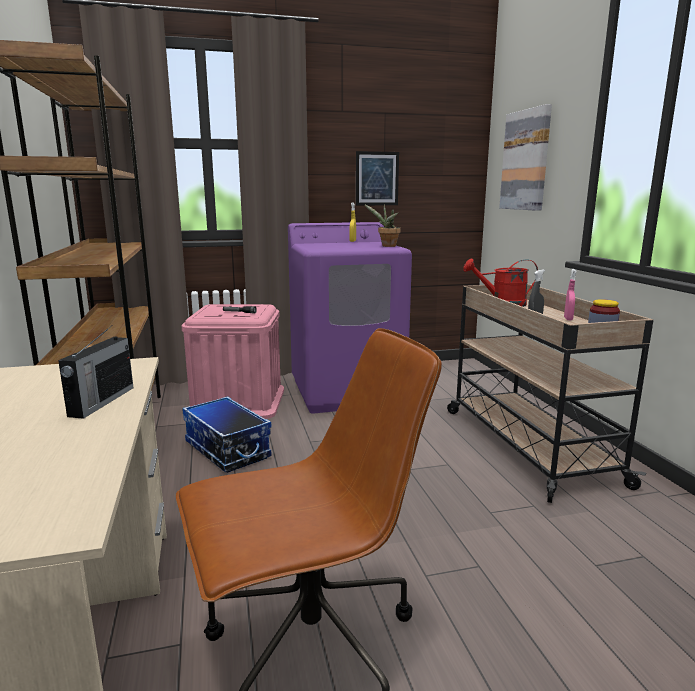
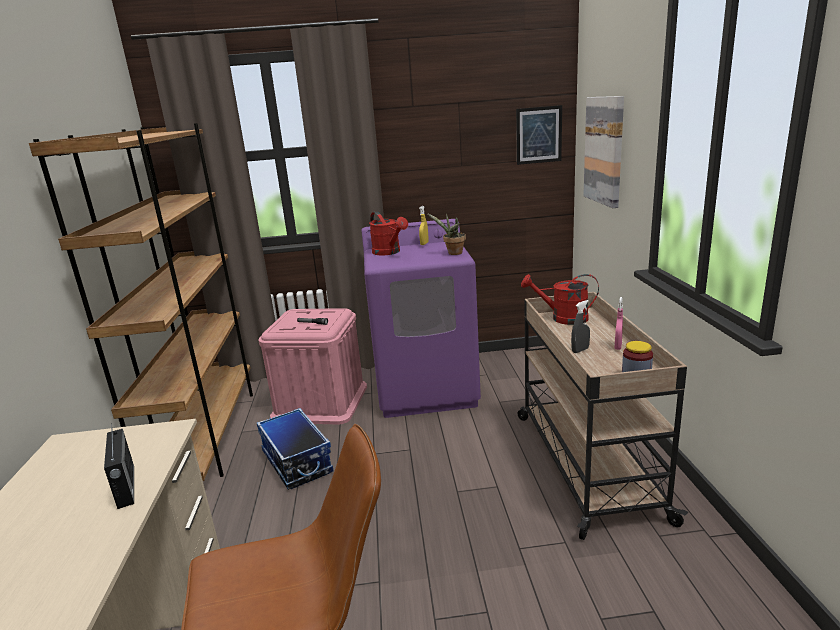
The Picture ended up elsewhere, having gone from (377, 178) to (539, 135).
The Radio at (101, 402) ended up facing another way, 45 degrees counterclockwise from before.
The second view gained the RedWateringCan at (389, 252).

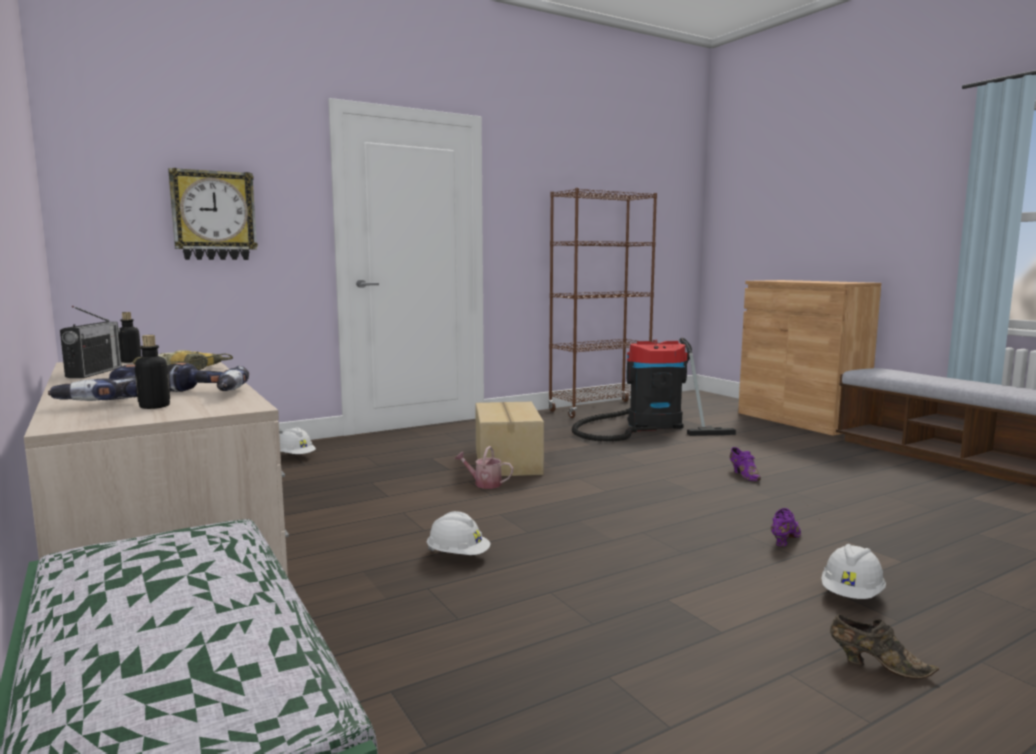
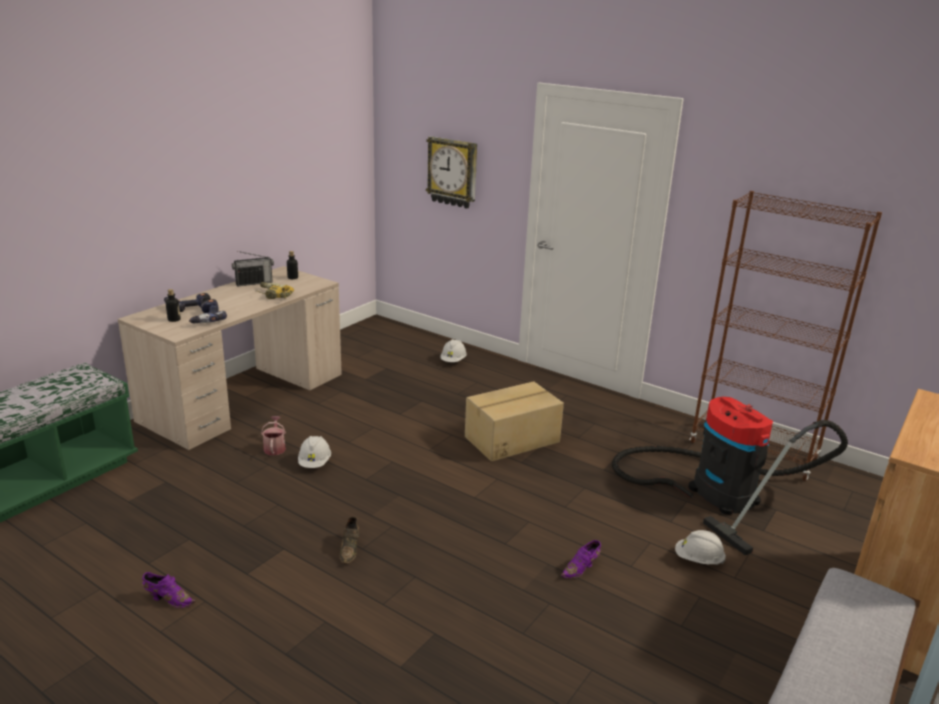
The WateringCan ended up elsewhere, having gone from (484, 484) to (275, 447).
The PurpleShoe ended up elsewhere, having gone from (784, 540) to (168, 599).
The WhiteHardHat ended up elsewhere, having gone from (851, 595) to (698, 560).
The BrownShoe ended up elsewhere, having gone from (876, 665) to (350, 549).

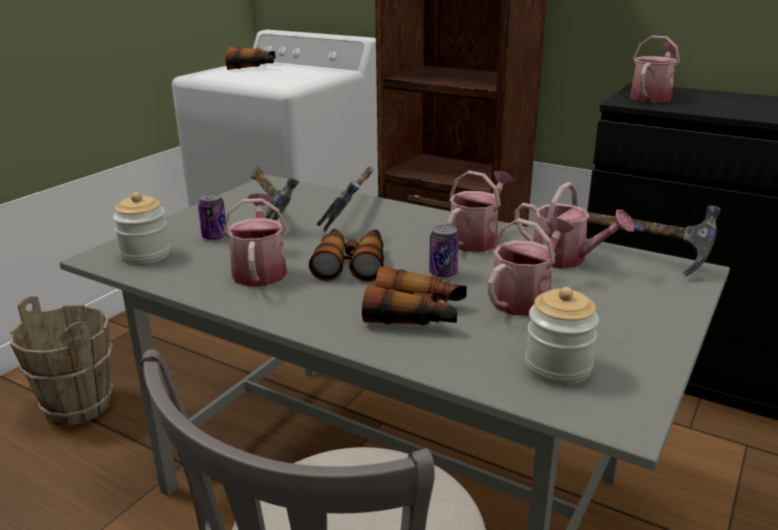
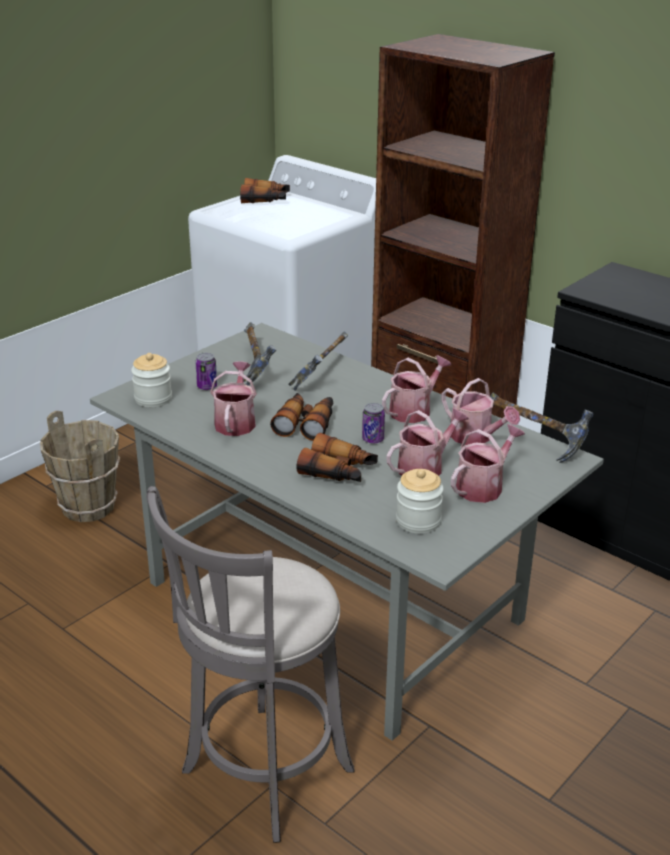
The WateringCan ended up elsewhere, having gone from (652, 96) to (483, 486).

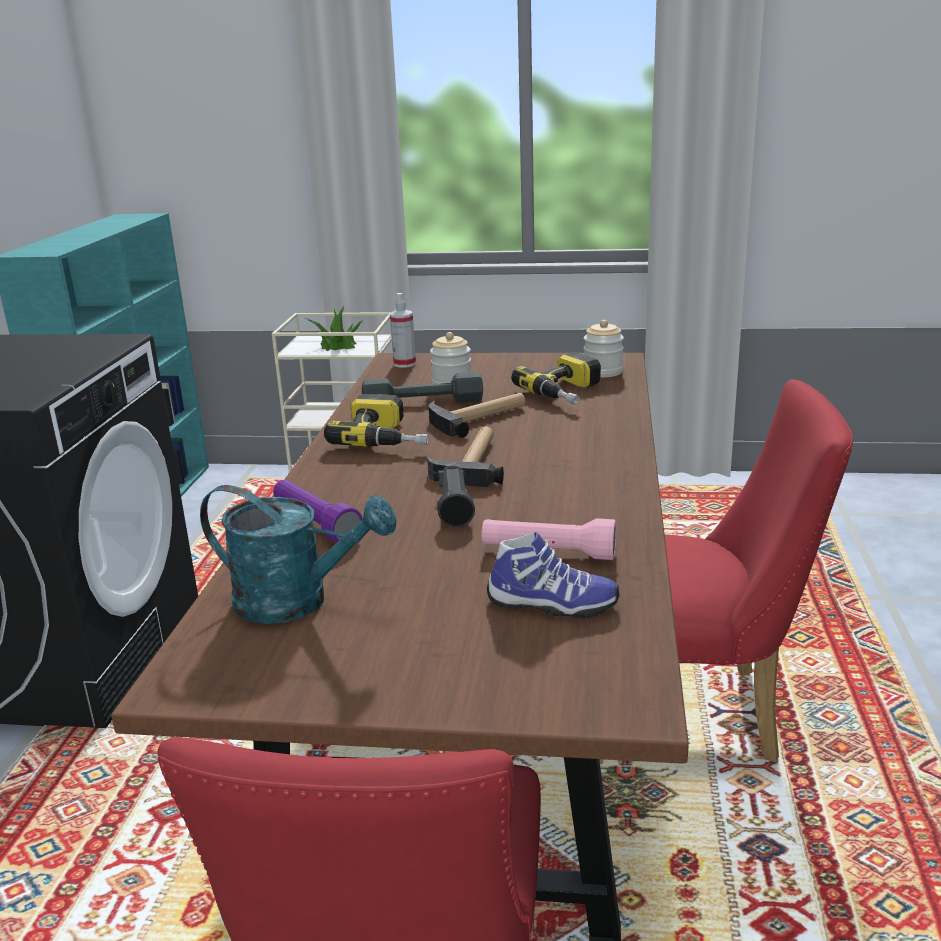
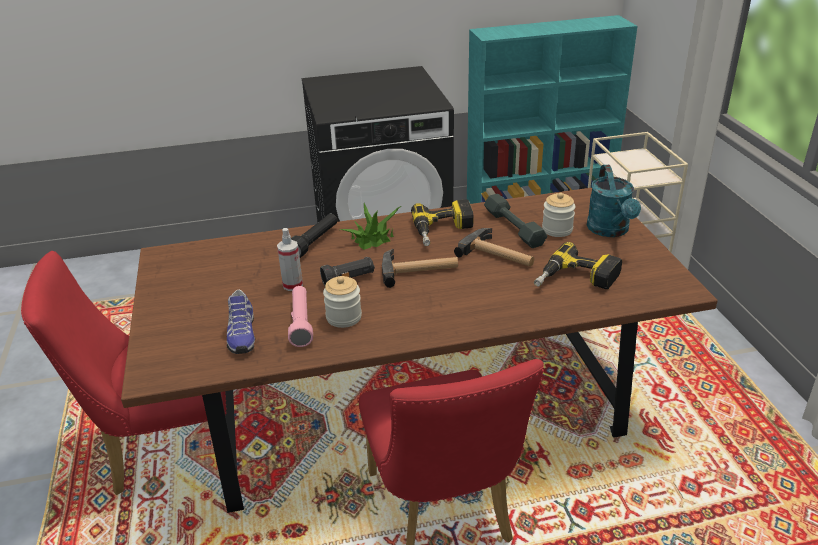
The SprayBottle ended up elsewhere, having gone from (404, 364) to (292, 285).
The PottedPlant ended up elsewhere, having gone from (338, 344) to (372, 238).
The Jar ended up elsewhere, having gone from (603, 372) to (344, 317).
What was the PurpleFlashlight at (315, 524) turned into the BlackFlashlight at (314, 242).
The TurquoiseWateringCan ended up elsewhere, having gone from (297, 602) to (610, 231).

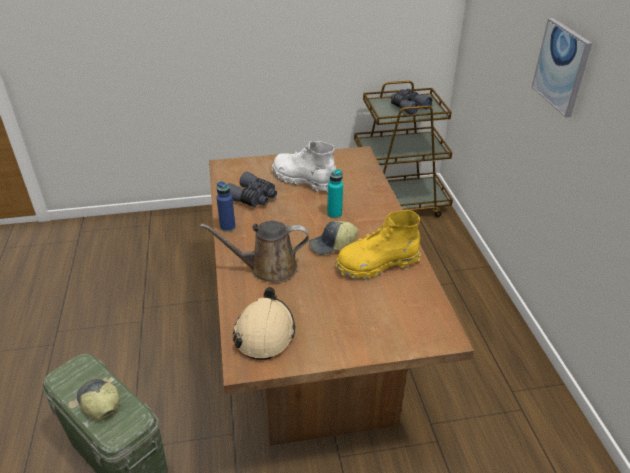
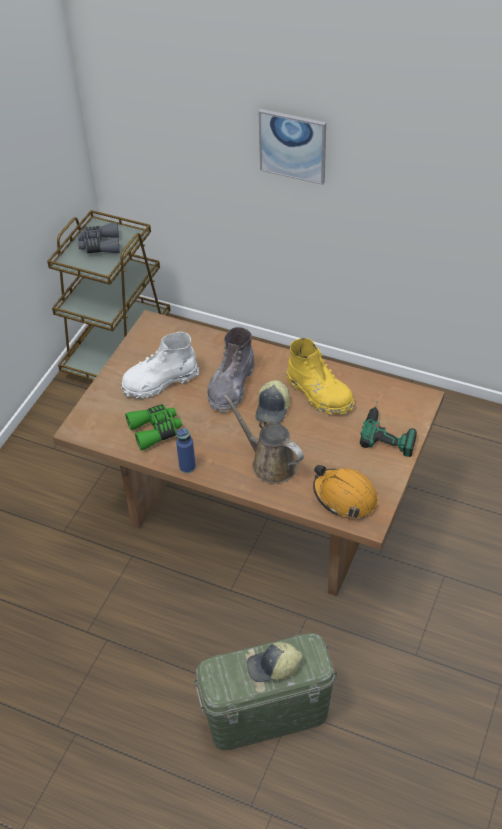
Where the TurquoiseBottle stood at (334, 214), the GreyBoot came to stand at (231, 386).
What was the GreyBinoculars at (253, 198) turned into the GreenBinoculars at (155, 430).
The YellowBoot at (377, 264) ended up facing another way, 60 degrees counterclockwise from before.
The BrownWateringCan at (268, 268) ended up facing another way, 105 degrees clockwise from before.
What was the BeigeHardHat at (264, 332) turned into the OrangeHardHat at (345, 497).
The second view gained the PowerDrill at (390, 429).

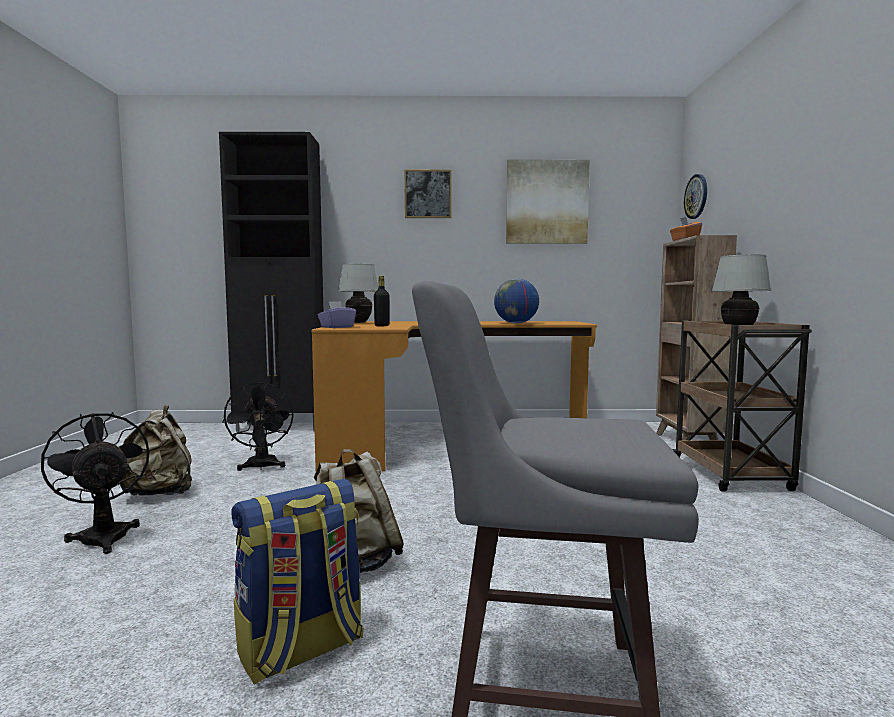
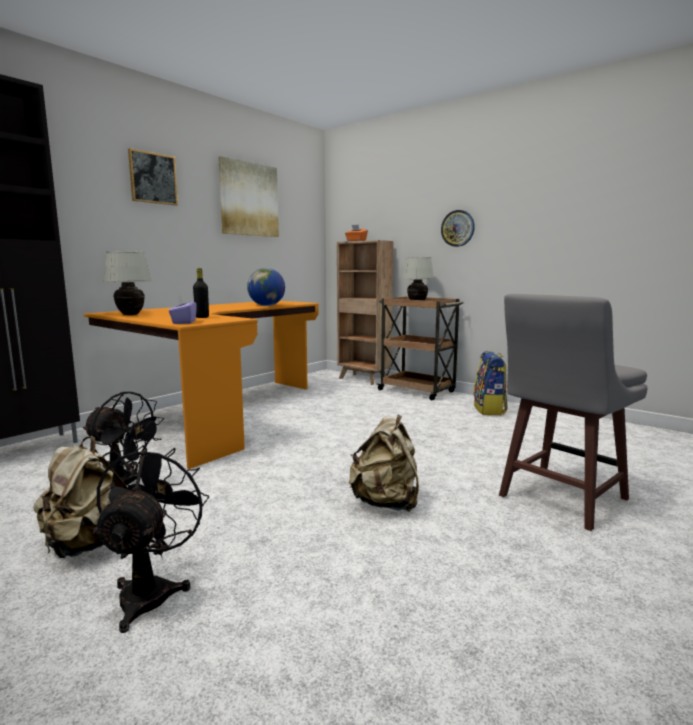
The WallClock ended up elsewhere, having gone from (696, 196) to (458, 228).
The BlackFan at (103, 535) ended up facing another way, 90 degrees clockwise from before.
The Backpack ended up elsewhere, having gone from (301, 650) to (489, 410).

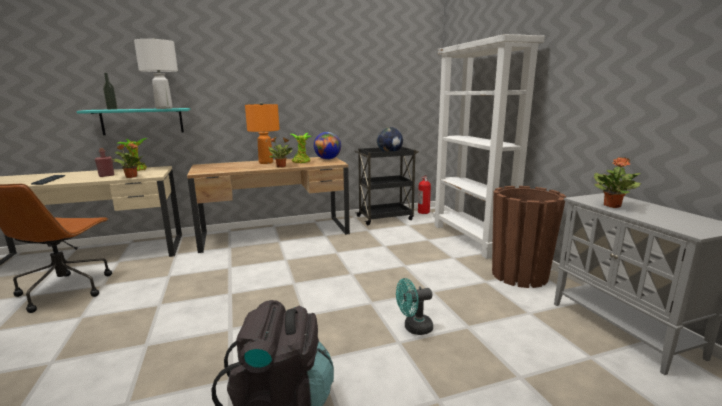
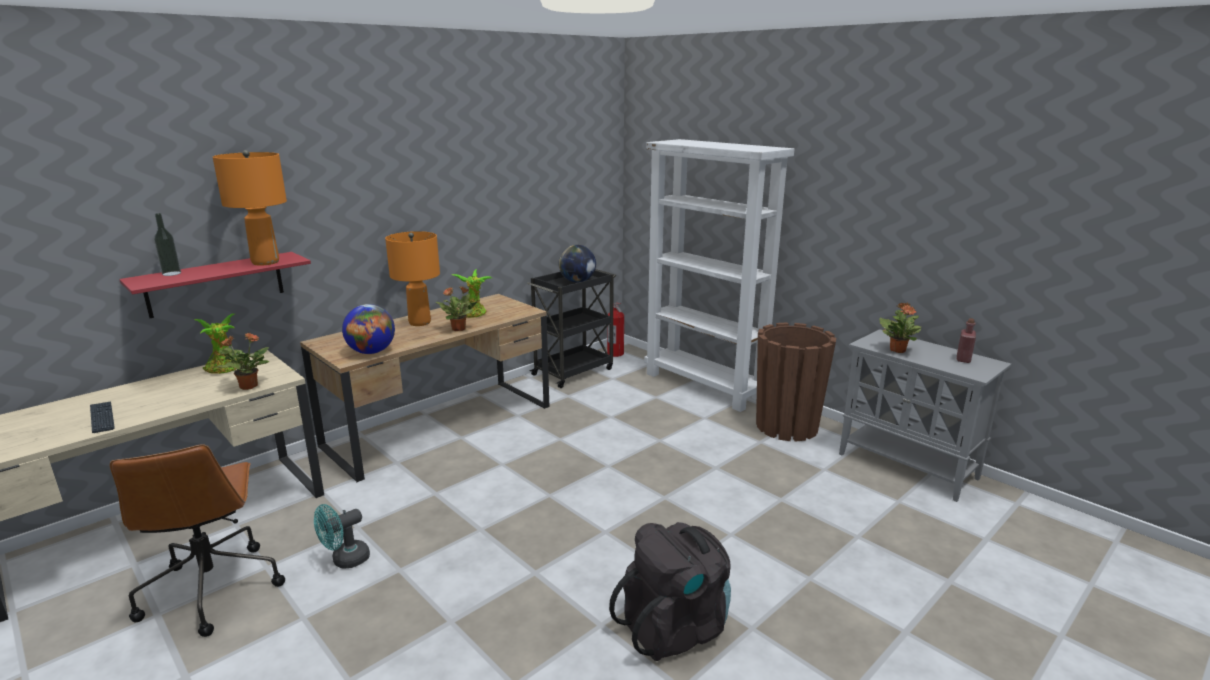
What was the WhiteTableLamp at (164, 108) turned into the OrangeTableLamp at (265, 262).
What was the TurquoiseShelf at (142, 121) turned into the RedShelf at (216, 284).
The Globe ended up elsewhere, having gone from (327, 159) to (371, 352).
The RedBottle ended up elsewhere, having gone from (106, 175) to (963, 359).
The TurquoiseFan ended up elsewhere, having gone from (414, 328) to (345, 560).

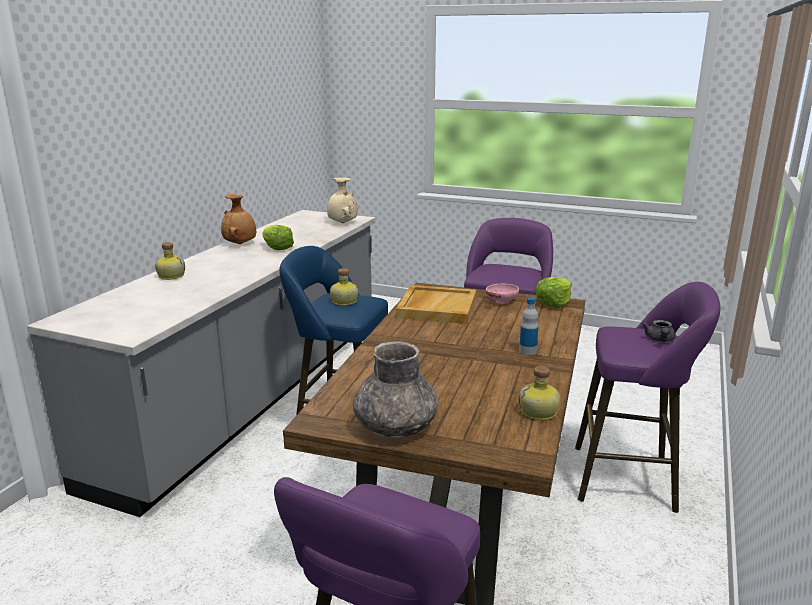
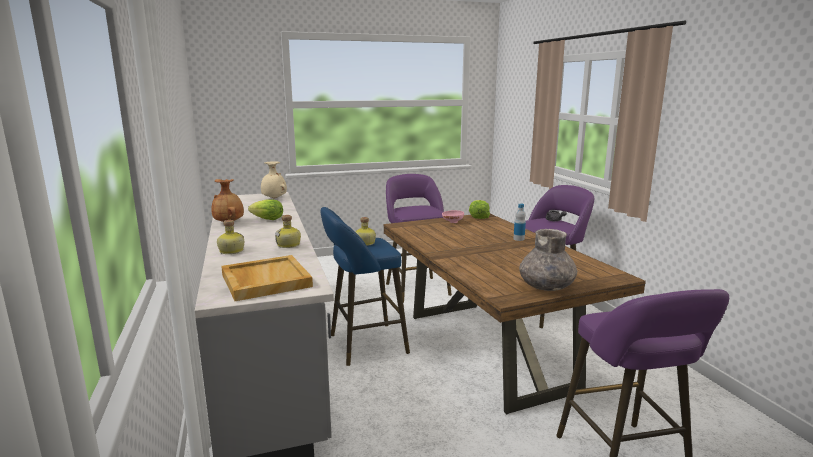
The BeigeTray ended up elsewhere, having gone from (436, 307) to (265, 280).
The Bottle ended up elsewhere, having gone from (539, 412) to (289, 245).

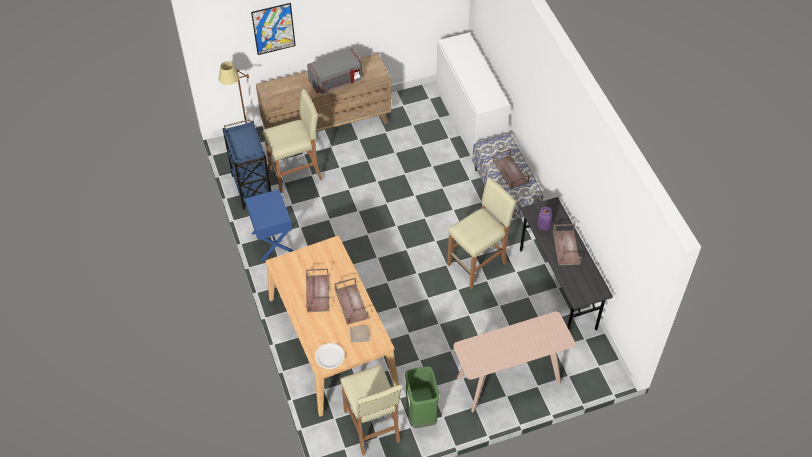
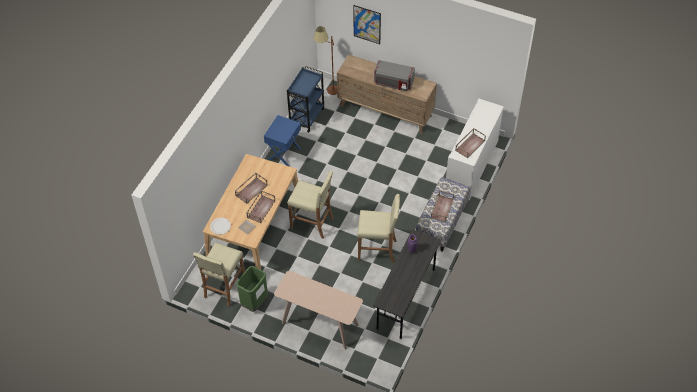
The BeigeStool ended up elsewhere, having gone from (296, 174) to (312, 223).
The BrownTray ended up elsewhere, having gone from (565, 247) to (470, 145).

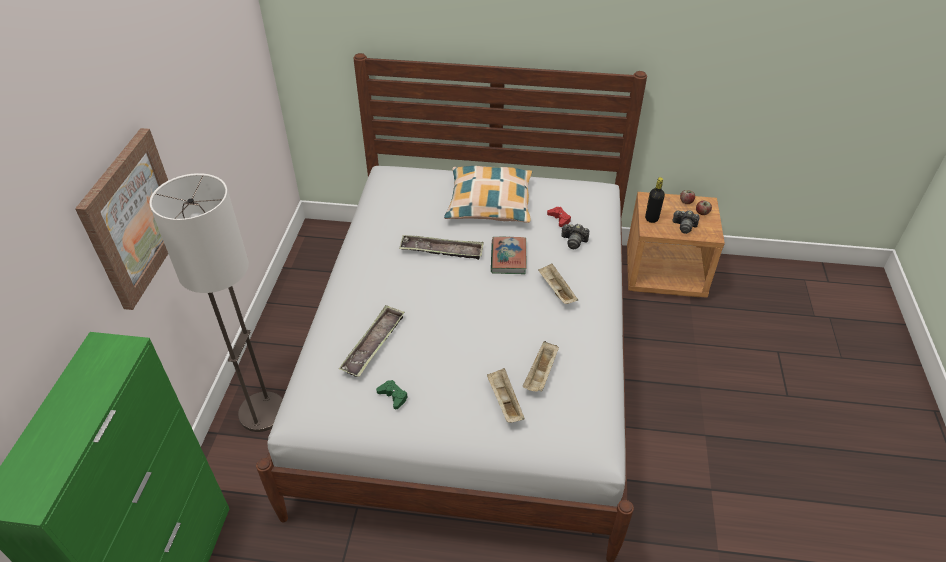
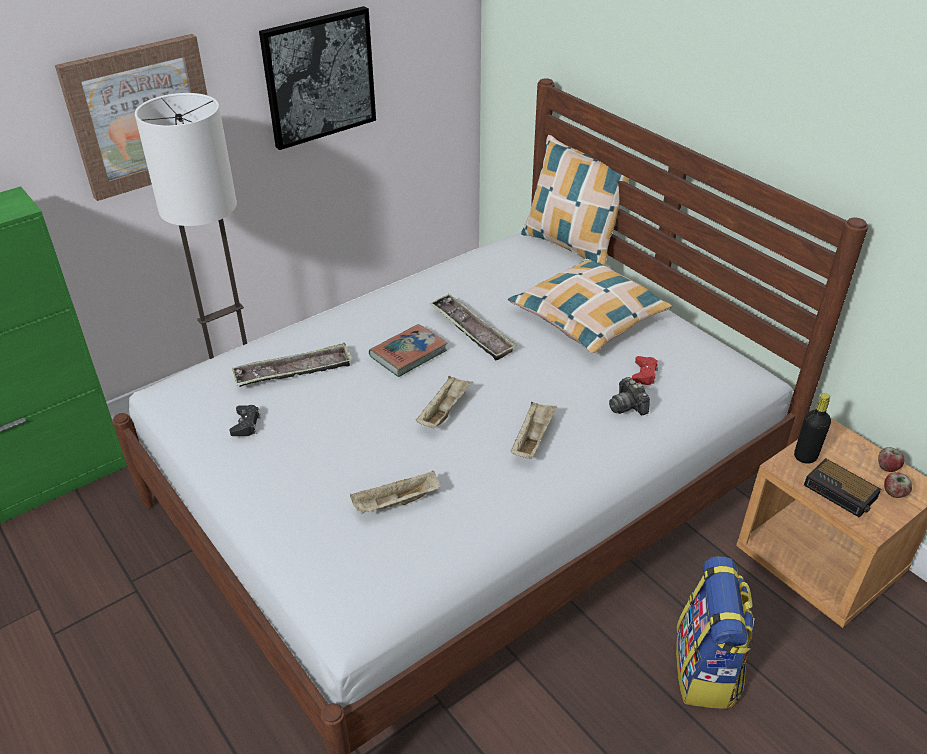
Where the PhotoCamera stood at (684, 226), the AlarmClock came to stand at (841, 492).
The Book ended up elsewhere, having gone from (508, 258) to (408, 354).
The BeigeTray ended up elsewhere, having gone from (504, 401) to (444, 411).
What was the GreenGameController at (393, 396) turned into the BlackGameController at (246, 424).
The second view gained the Picture at (319, 77).
The second view gained the Pillow at (571, 245).
The second view gained the Backpack at (706, 670).

